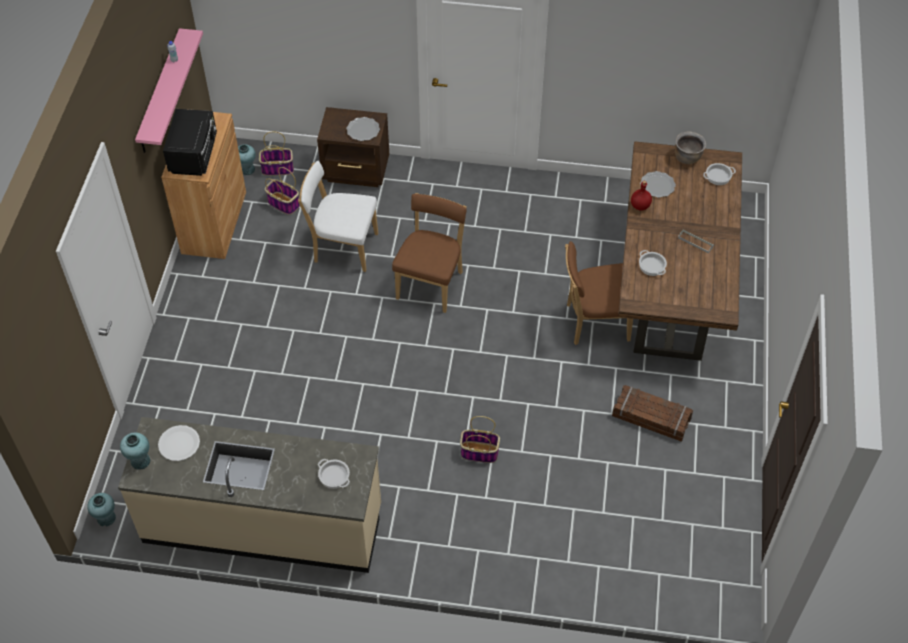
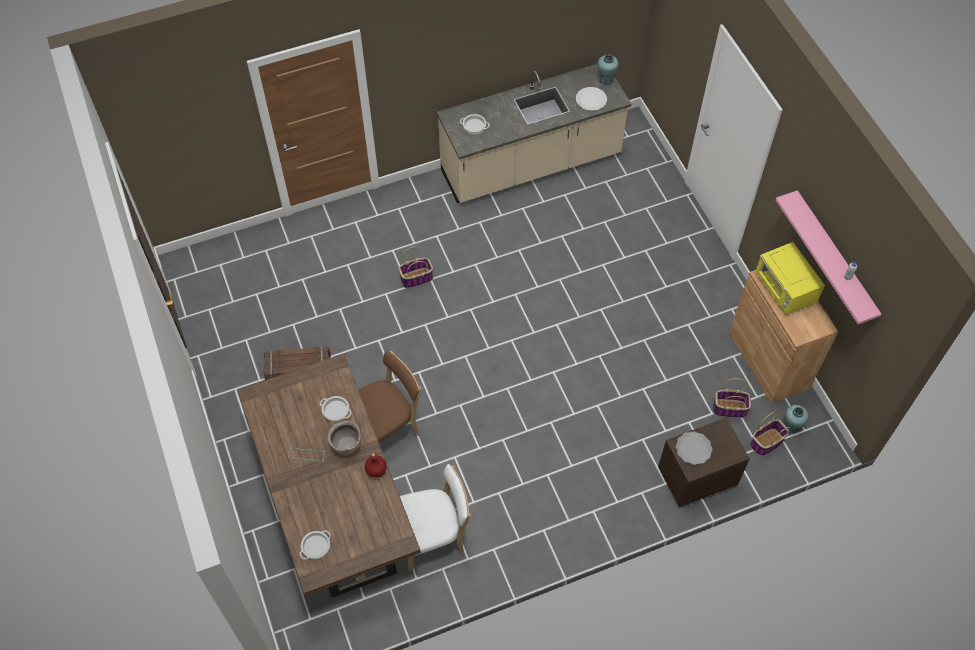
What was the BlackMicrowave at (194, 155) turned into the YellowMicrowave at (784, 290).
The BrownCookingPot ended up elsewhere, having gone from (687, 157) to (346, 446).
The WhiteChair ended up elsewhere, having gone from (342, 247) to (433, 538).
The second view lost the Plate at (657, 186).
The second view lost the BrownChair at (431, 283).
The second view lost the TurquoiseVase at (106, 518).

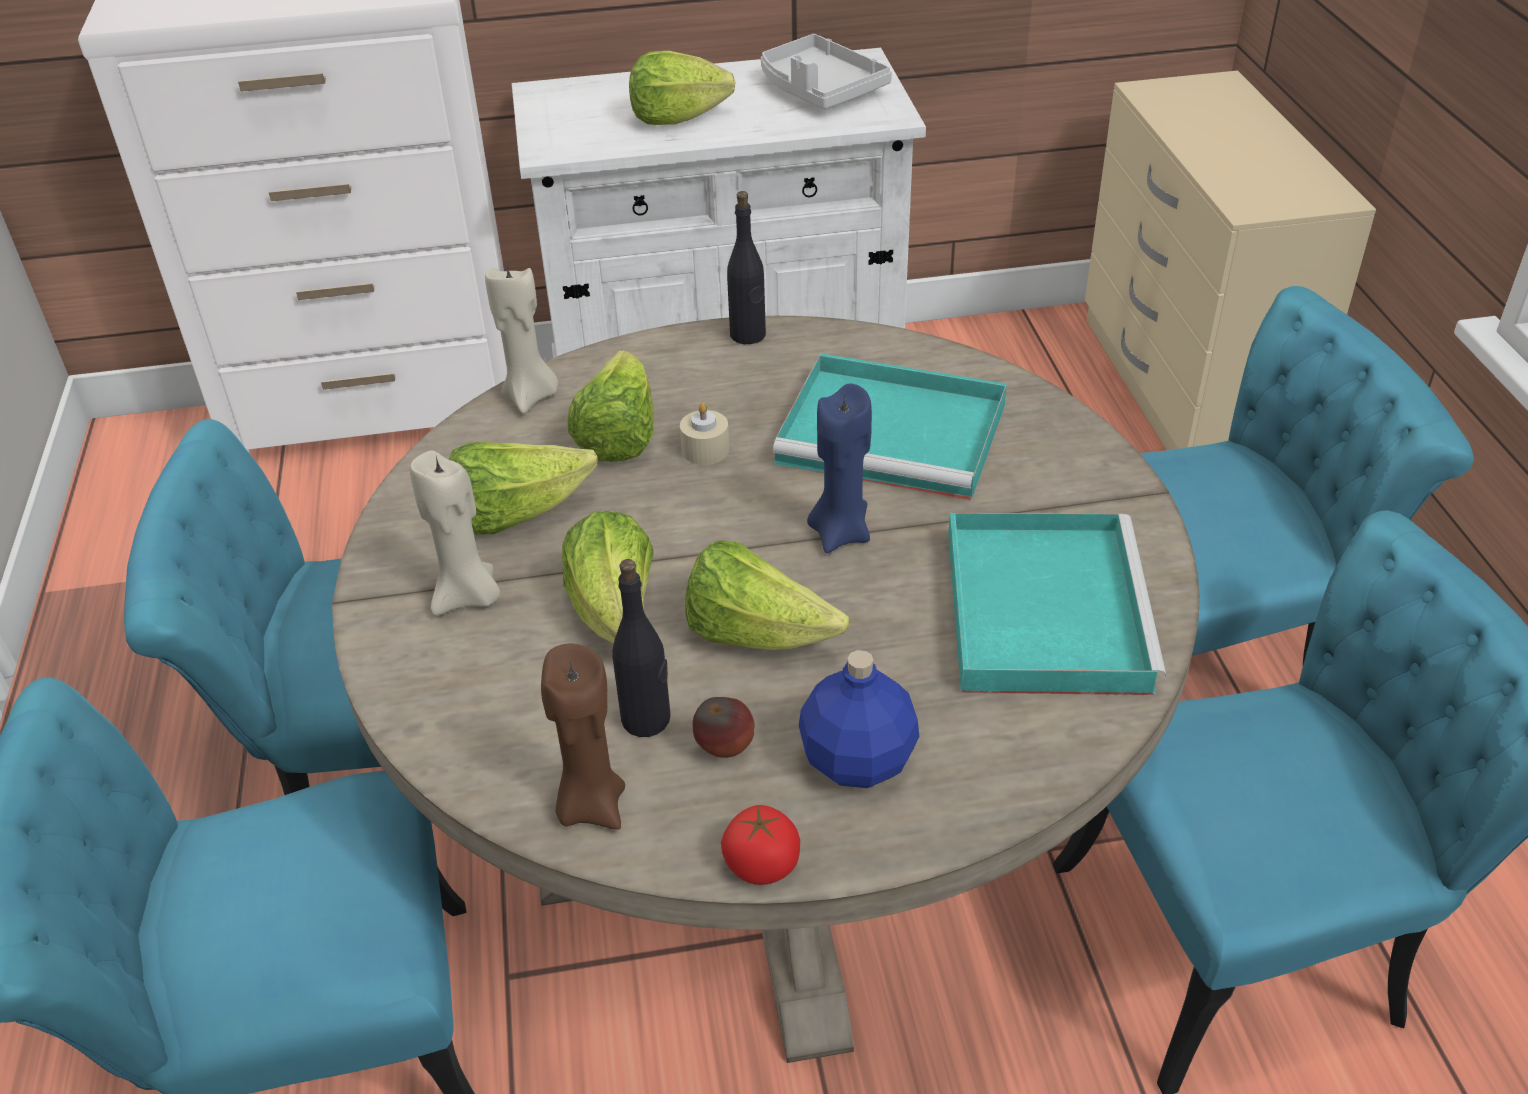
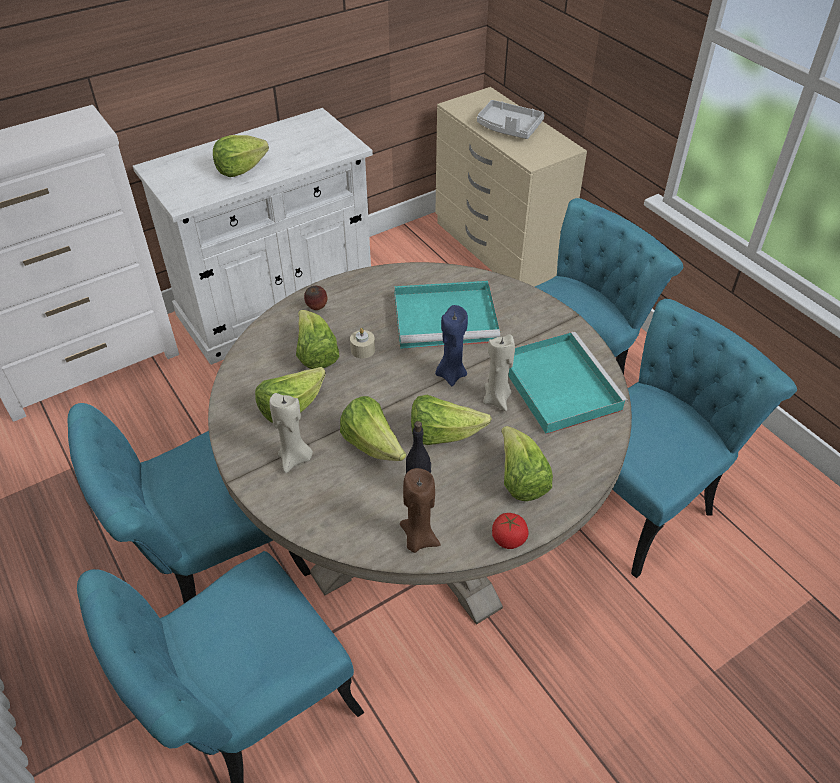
The GreyTray ended up elsewhere, having gone from (819, 89) to (508, 128).
The second view lost the BlackBottle at (748, 335).
The BeigeCandle ended up elsewhere, having gone from (530, 397) to (497, 399).
Where the BlueBottle stood at (856, 761), the Lettuce came to stand at (520, 479).
The Apple ended up elsewhere, having gone from (724, 750) to (316, 308).

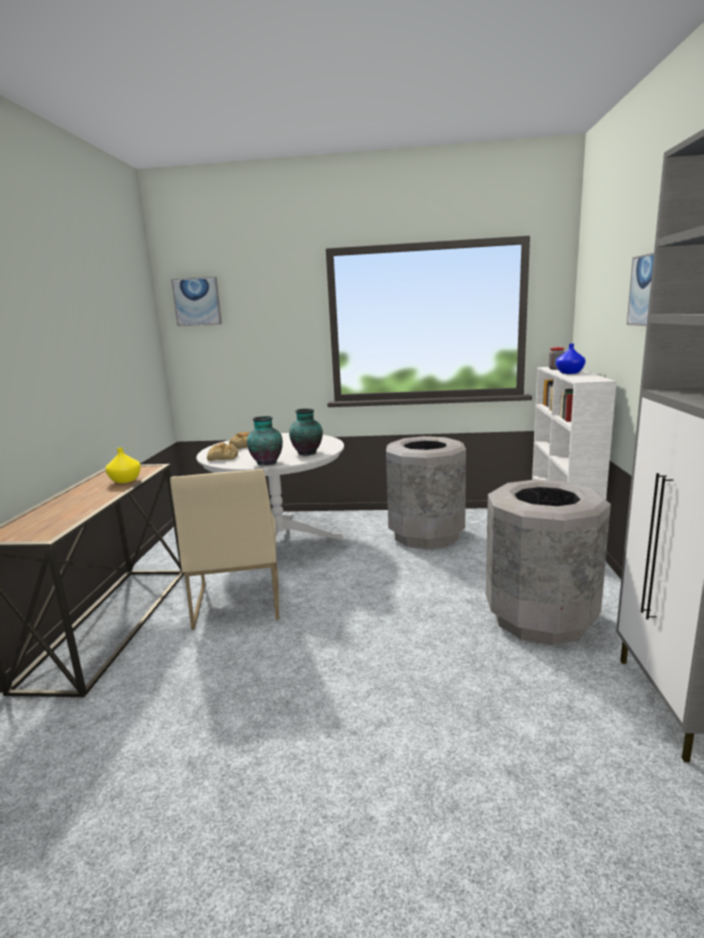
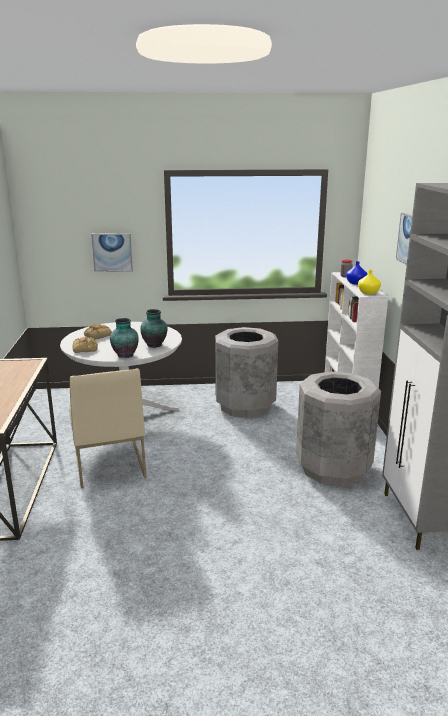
The Picture ended up elsewhere, having gone from (197, 301) to (112, 252).
The YellowVase ended up elsewhere, having gone from (126, 480) to (368, 292).

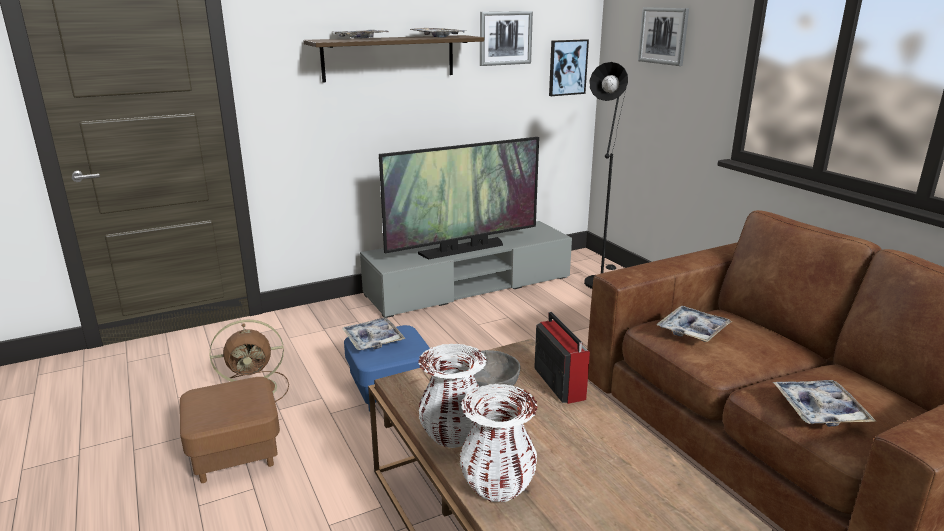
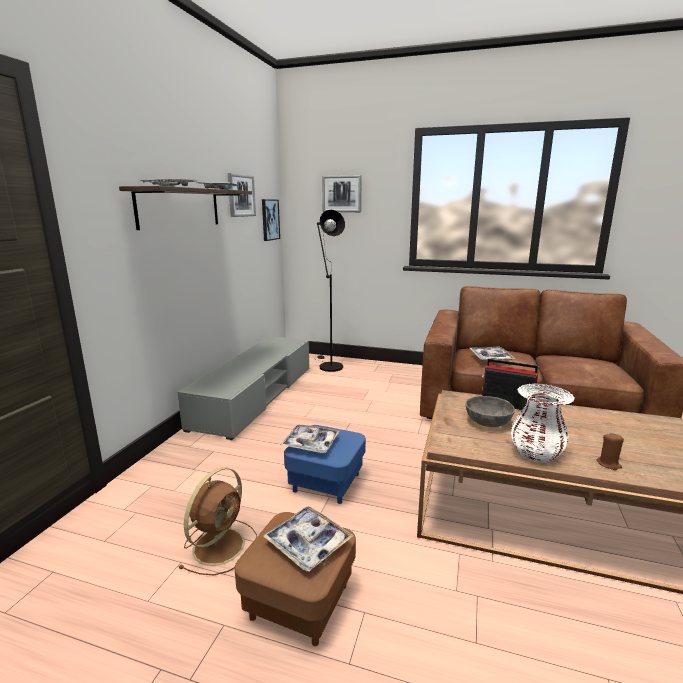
The second view lost the Television at (462, 249).
The Tray ended up elsewhere, having gone from (819, 409) to (308, 543).
Where the WhiteVase stood at (497, 486), the BrownCandle came to stand at (608, 464).

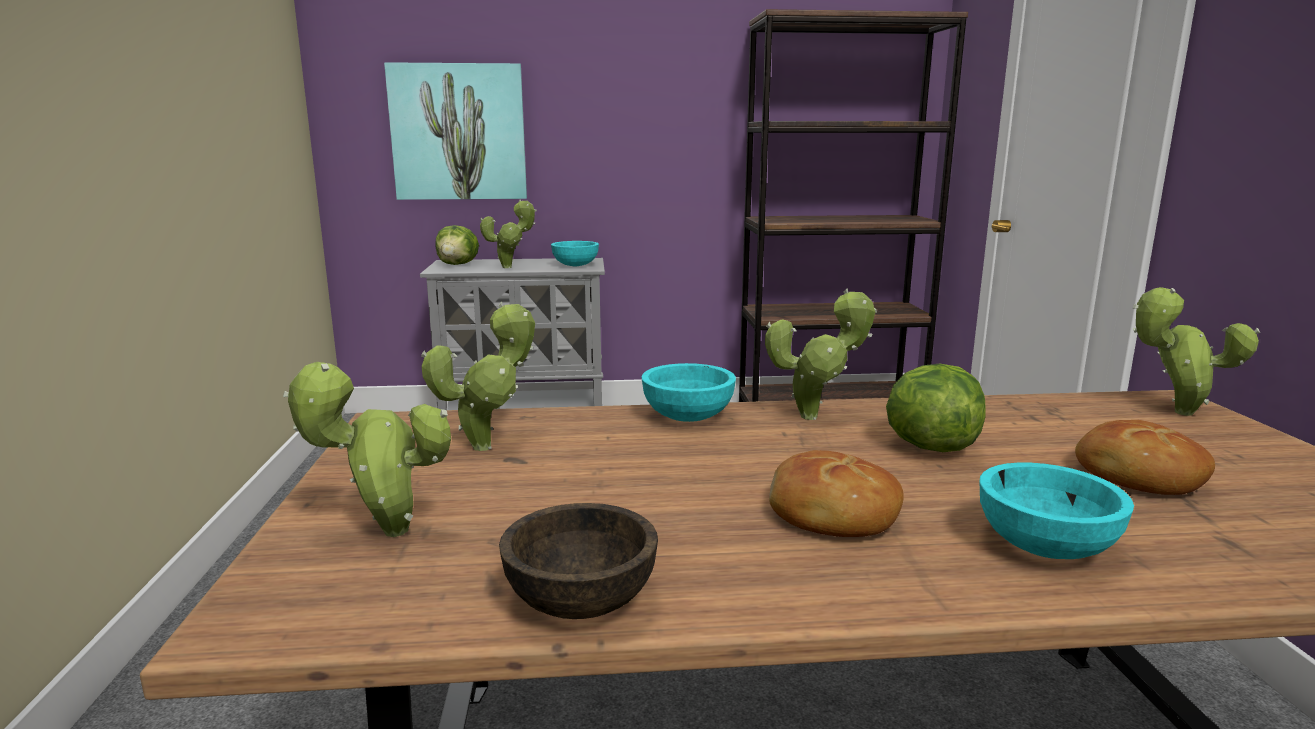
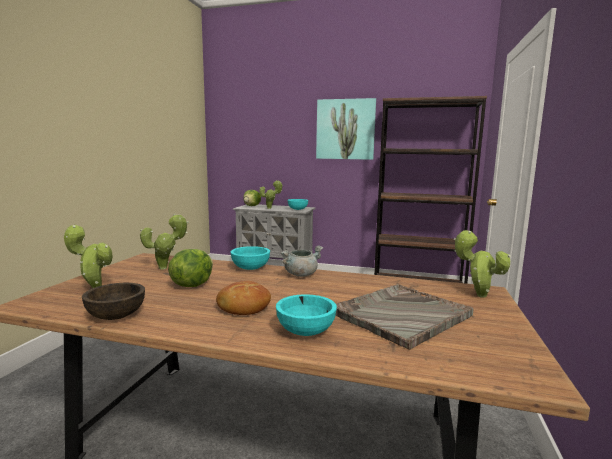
The Picture ended up elsewhere, having gone from (458, 132) to (345, 129).
Where the PottedPlant stood at (815, 416), the GreyCookingPot came to stand at (301, 274).
The Lettuce ended up elsewhere, having gone from (929, 446) to (191, 285).
Where the Bread stood at (1137, 476), the GreyTray came to stand at (401, 315).

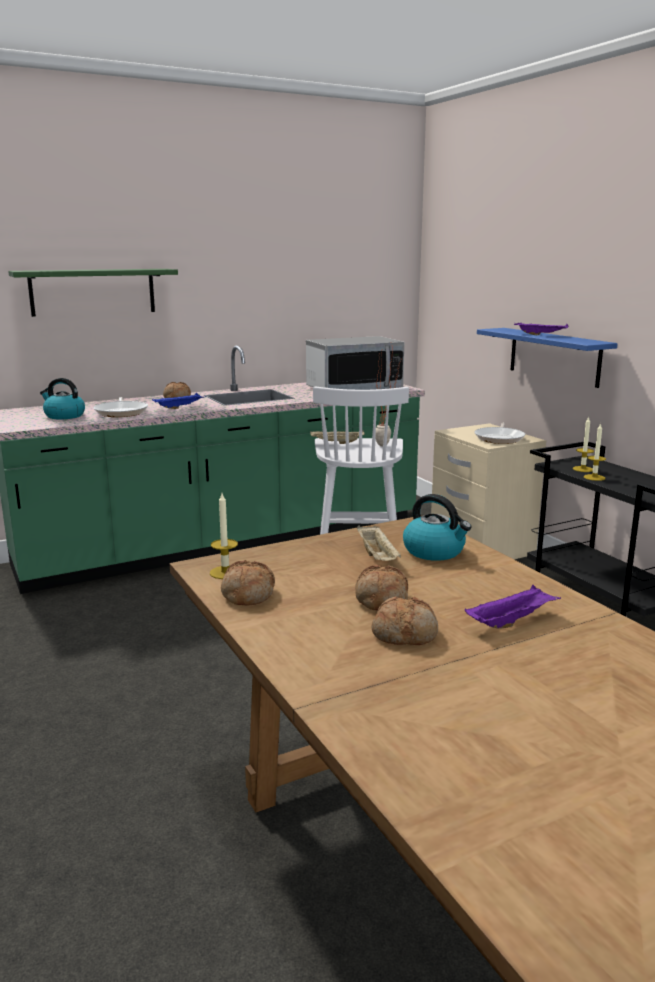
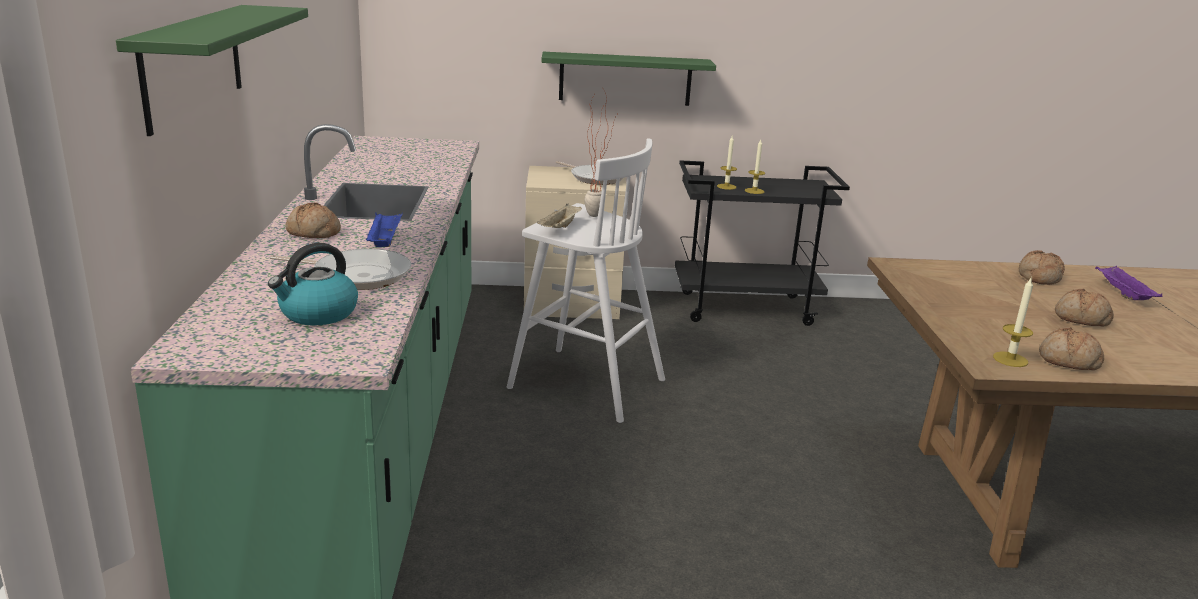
The second view lost the PurpleTray at (541, 335).
What was the BlueShelf at (554, 356) turned into the GreenShelf at (625, 79).
The second view lost the Microwave at (354, 389).
The second view lost the Kettle at (435, 551).
The second view lost the BeigeTray at (377, 557).
The Bread ended up elsewhere, having gone from (405, 633) to (1038, 277).

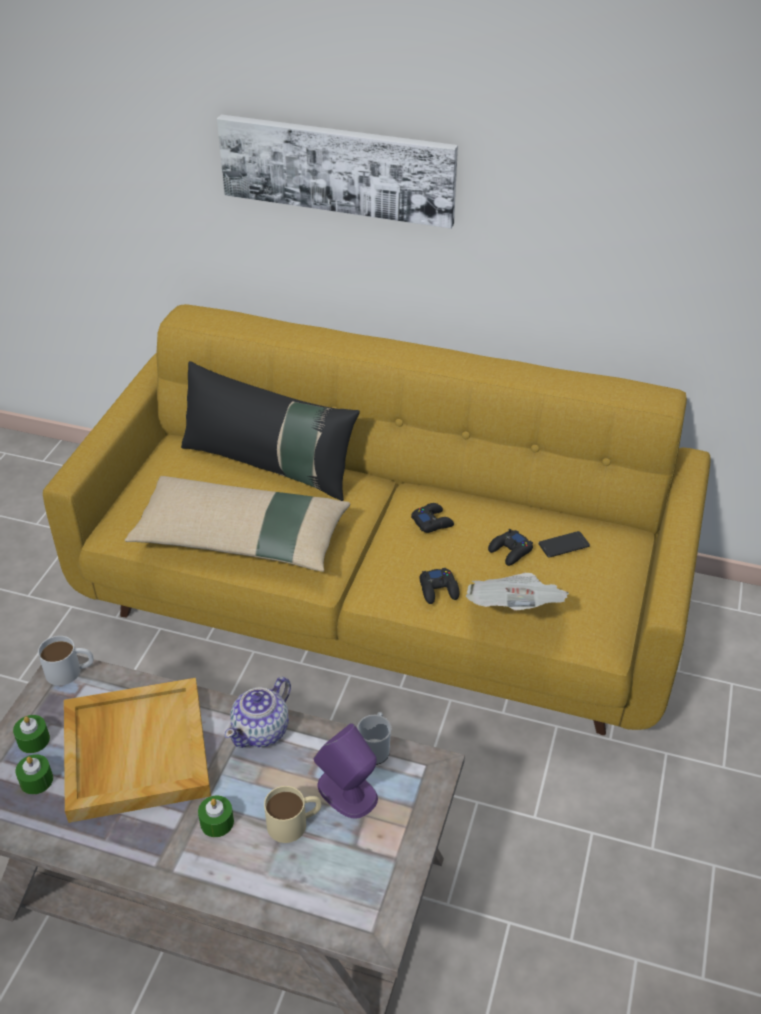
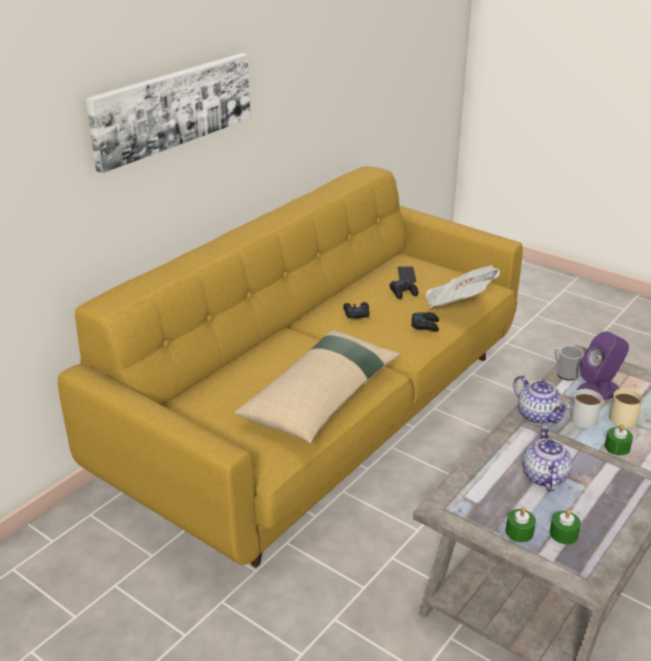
The second view lost the BlackPillow at (269, 465).
The WhiteMug ended up elsewhere, having gone from (70, 671) to (583, 415).
Where the BeigeTray stood at (135, 751), the Teapot came to stand at (544, 477).

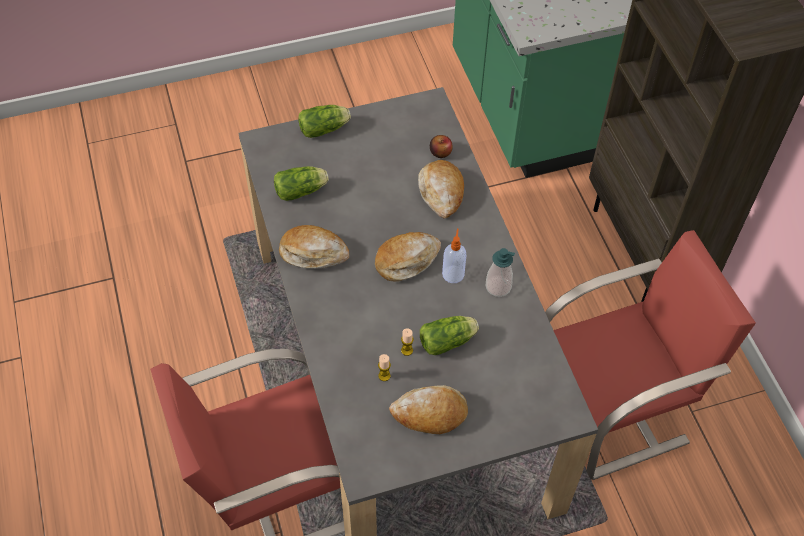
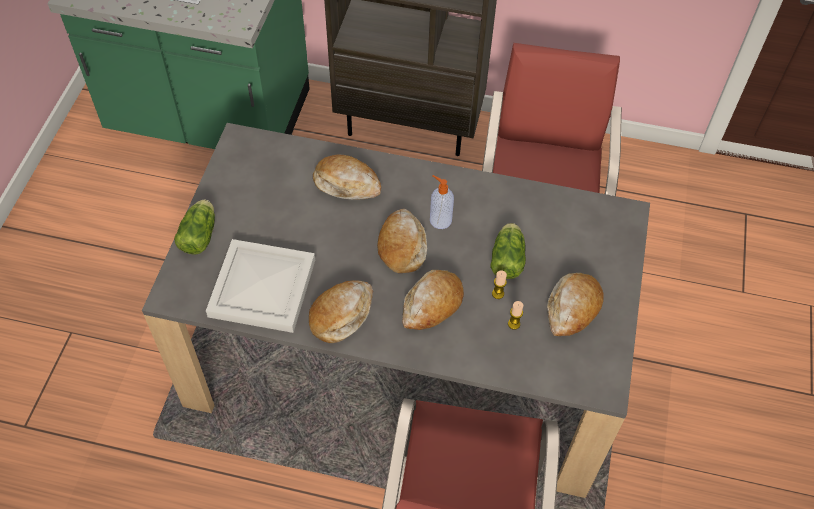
The second view lost the Apple at (440, 152).
Where the Lettuce stood at (302, 190), the WhiteTray came to stand at (260, 289).
The second view lost the SoapDispenser at (498, 286).
The second view gained the Bread at (432, 304).

